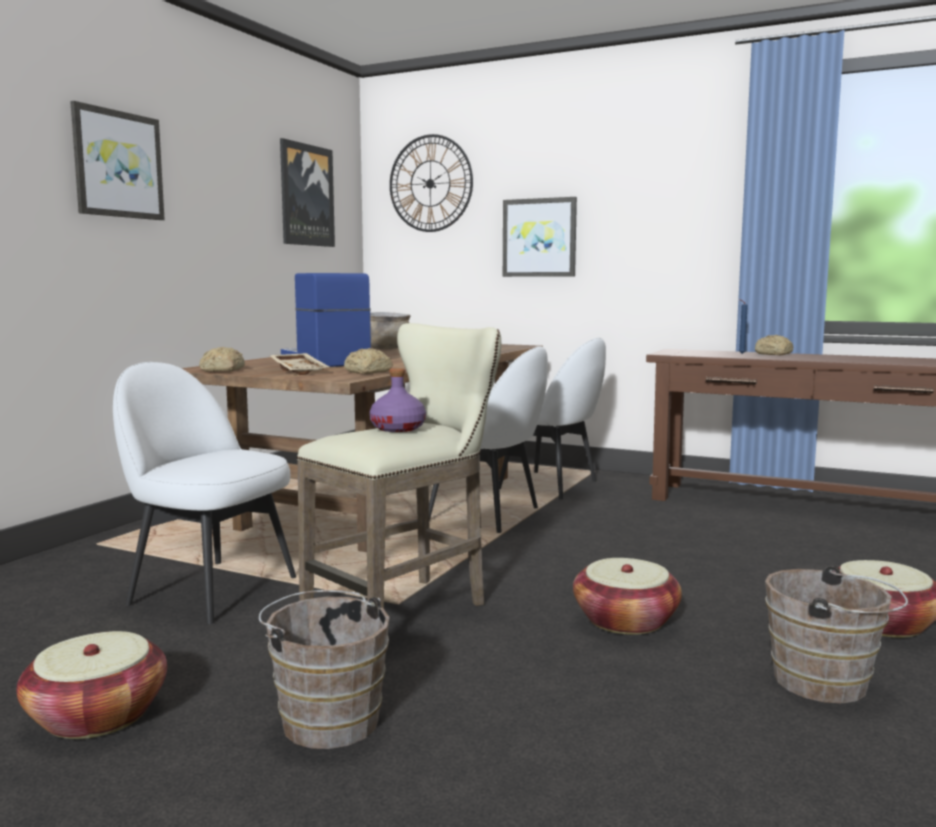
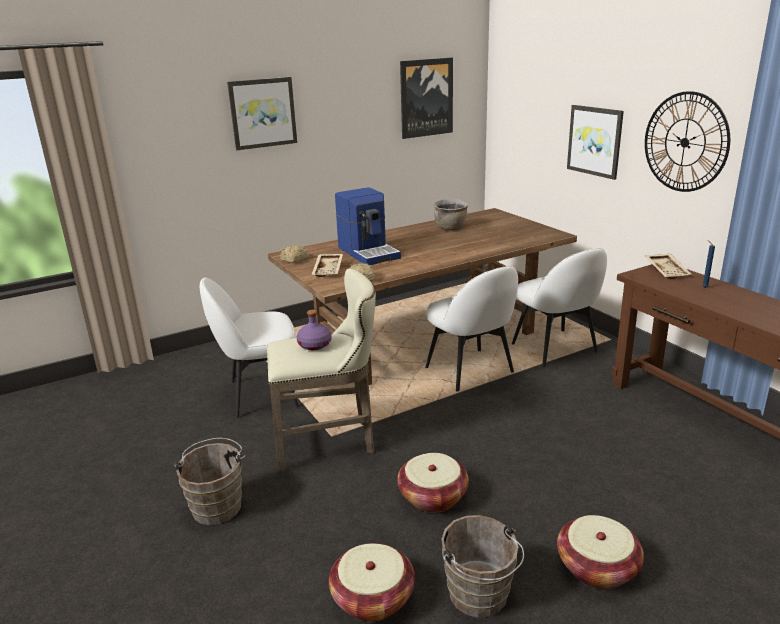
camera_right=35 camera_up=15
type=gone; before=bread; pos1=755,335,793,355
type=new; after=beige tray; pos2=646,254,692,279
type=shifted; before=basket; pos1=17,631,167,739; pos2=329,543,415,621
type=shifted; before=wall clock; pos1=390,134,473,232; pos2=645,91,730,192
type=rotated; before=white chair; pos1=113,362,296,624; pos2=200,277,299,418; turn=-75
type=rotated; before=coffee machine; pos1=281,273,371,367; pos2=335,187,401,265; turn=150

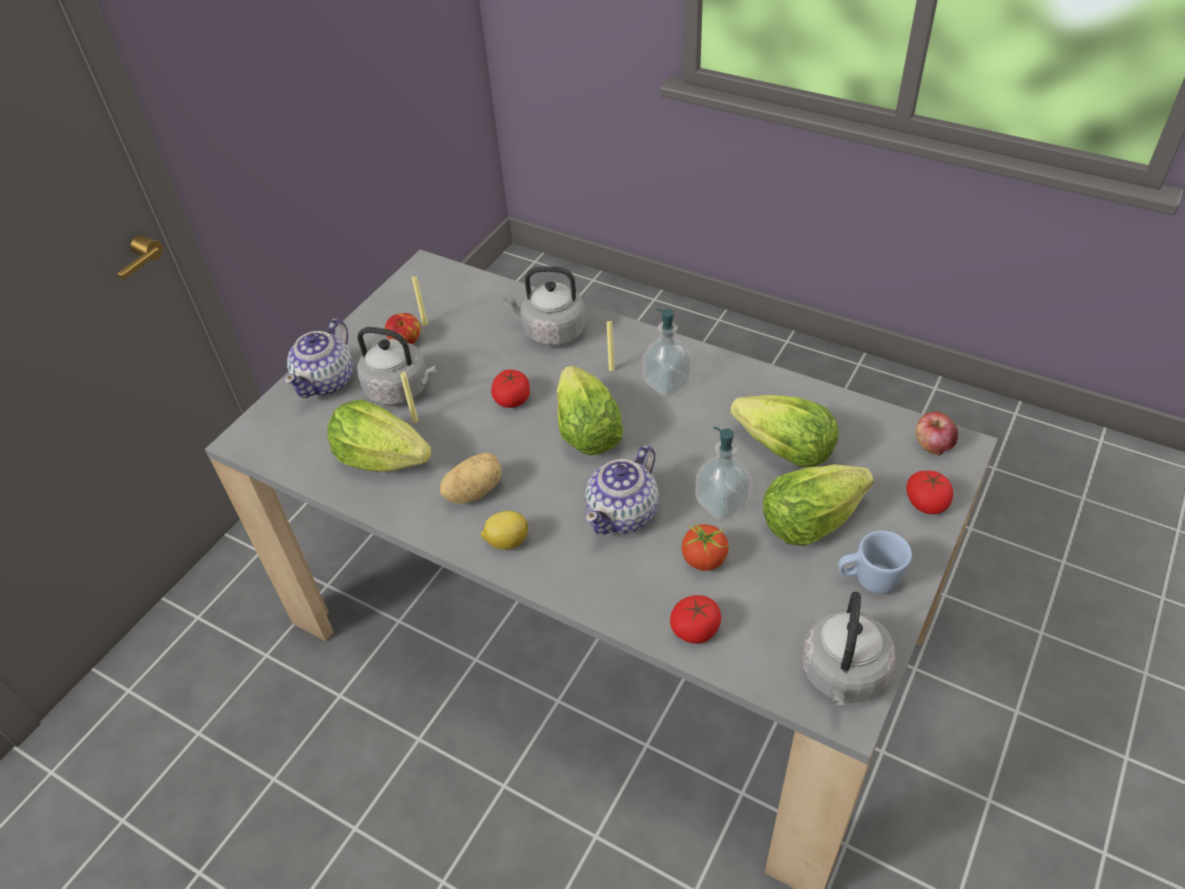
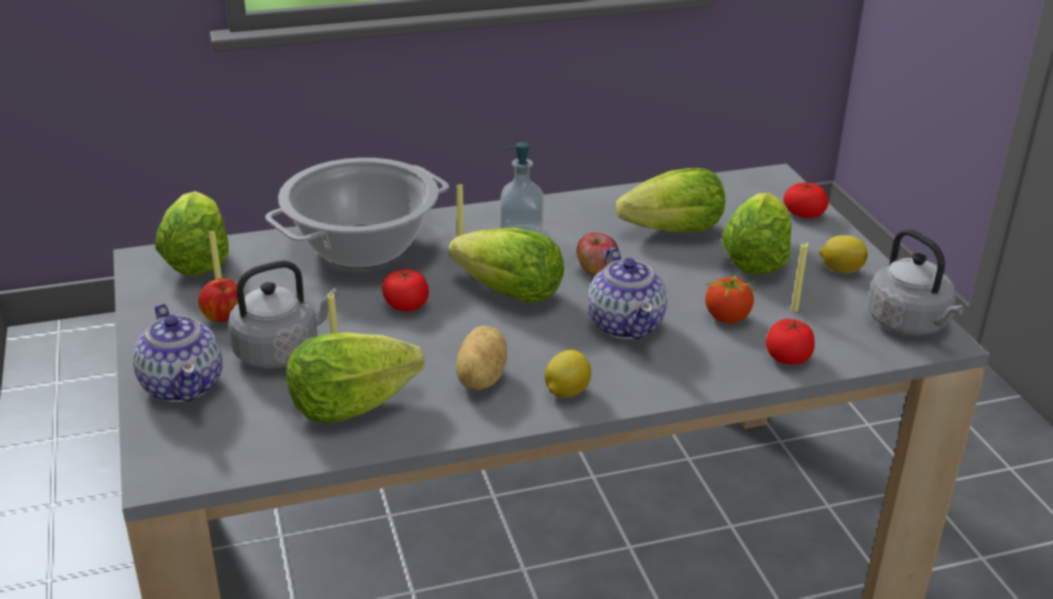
camera_right=-50 camera_up=-15
type=gone; before=soap dispenser; pos1=695,427,752,520
type=new; after=lettuce; pos2=155,191,229,276
type=new; after=yellow candle; pos2=791,243,808,312
type=shifted; before=apple; pos1=916,412,958,456; pos2=577,233,619,275
type=swapped; before=grey kettle; after=cooking pot; pos1=502,266,585,346; pos2=265,158,449,268
type=swapped; before=blue mug; after=lemon; pos1=838,530,912,594; pos2=819,235,868,274

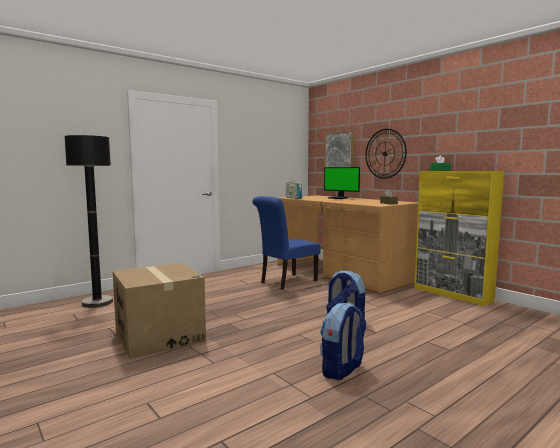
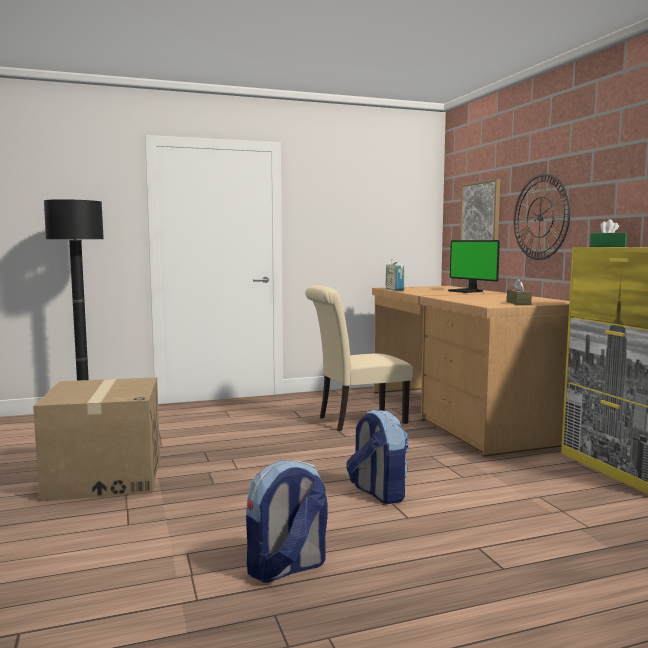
camera_right=20 camera_up=0
type=repainted; before=blue chair; after=beige chair; pos1=252,196,321,289; pos2=305,285,413,431

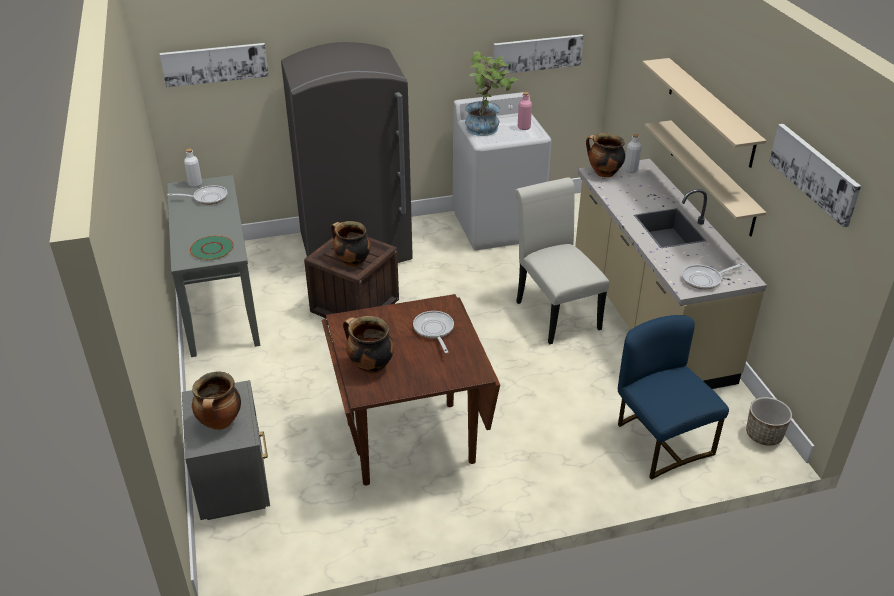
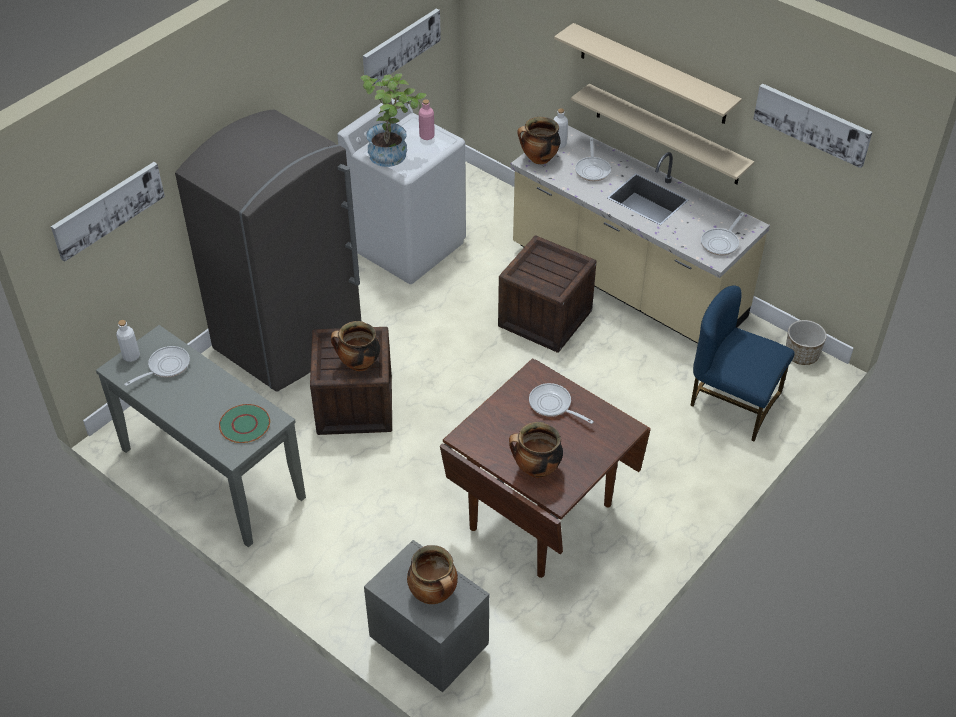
camera_right=-35 camera_up=10
type=new; after=frying pan; pos2=575,138,611,182
type=swapped; before=white chair; after=crate; pos1=515,177,609,344; pos2=498,235,597,353

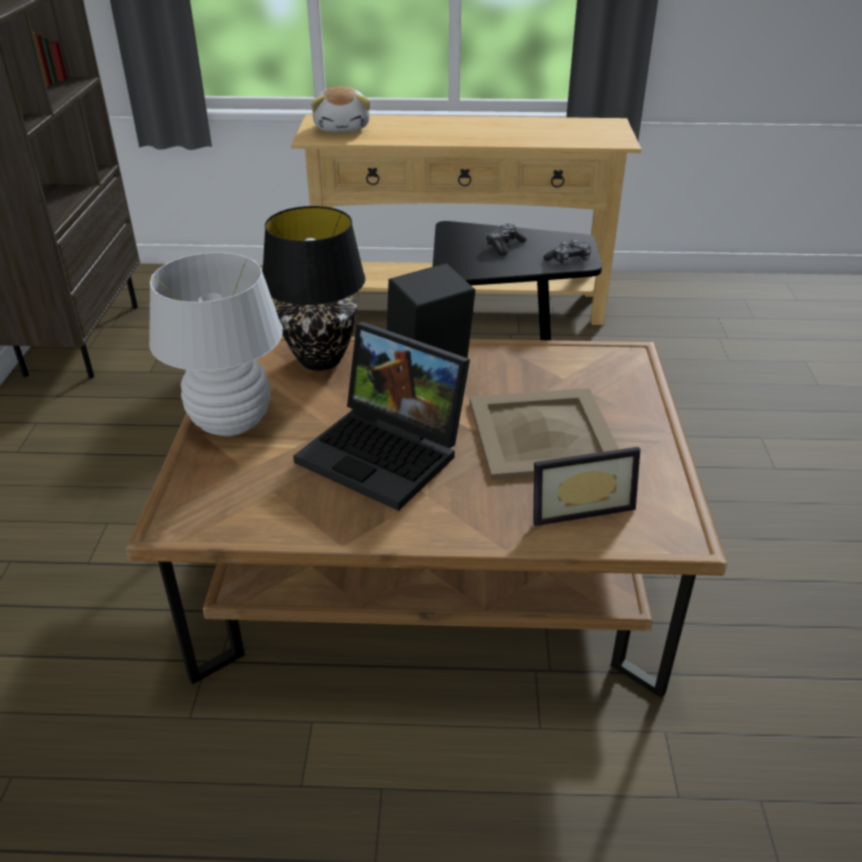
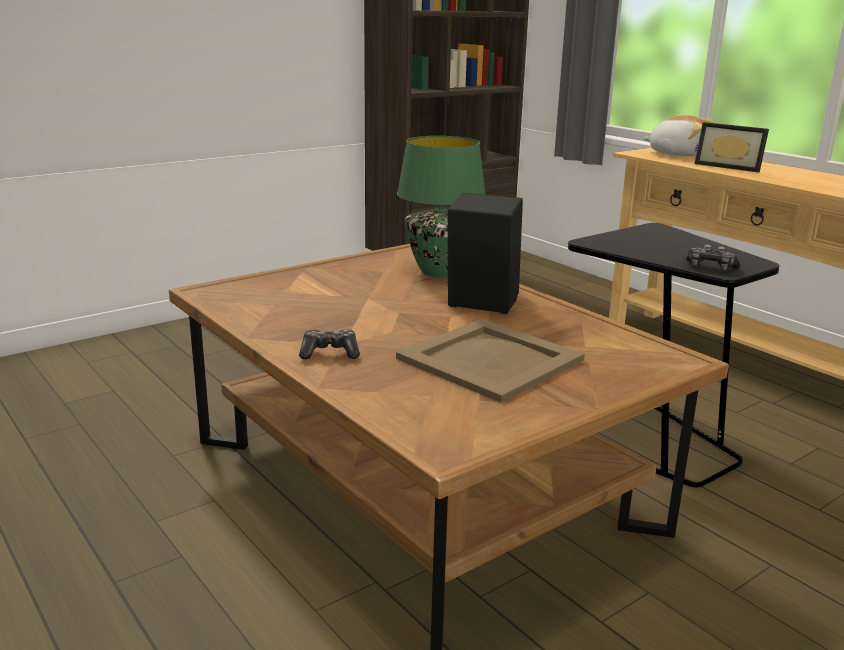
camera_right=50 camera_up=-15
type=gone; before=white table lamp; pos1=149,252,283,436
type=gone; before=laptop; pos1=293,322,470,511
type=shifted; before=game controller; pos1=486,224,527,256; pos2=299,330,360,359
type=shifted; before=picture frame; pos1=533,447,640,526; pos2=694,122,769,173
type=repainted; before=black table lamp; after=green table lamp; pos1=263,206,365,371; pos2=397,136,486,277
type=rotated; before=plush toy; pos1=311,86,370,132; pos2=643,115,714,156; turn=-105

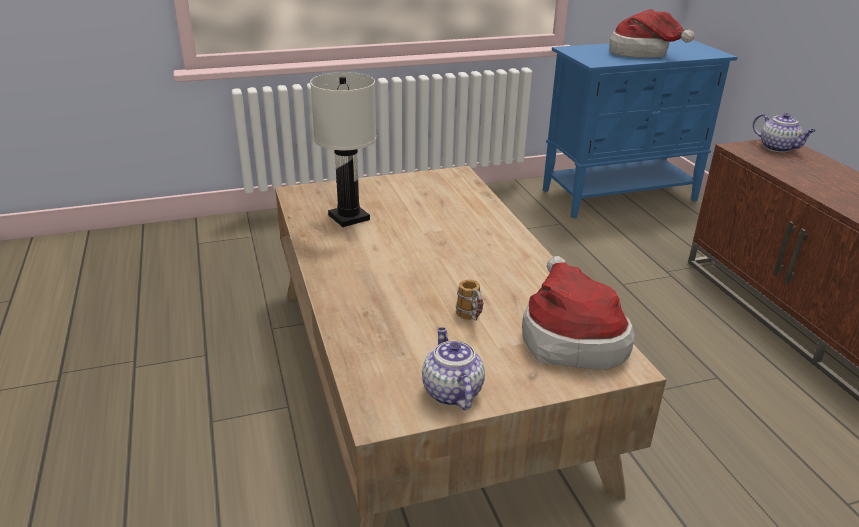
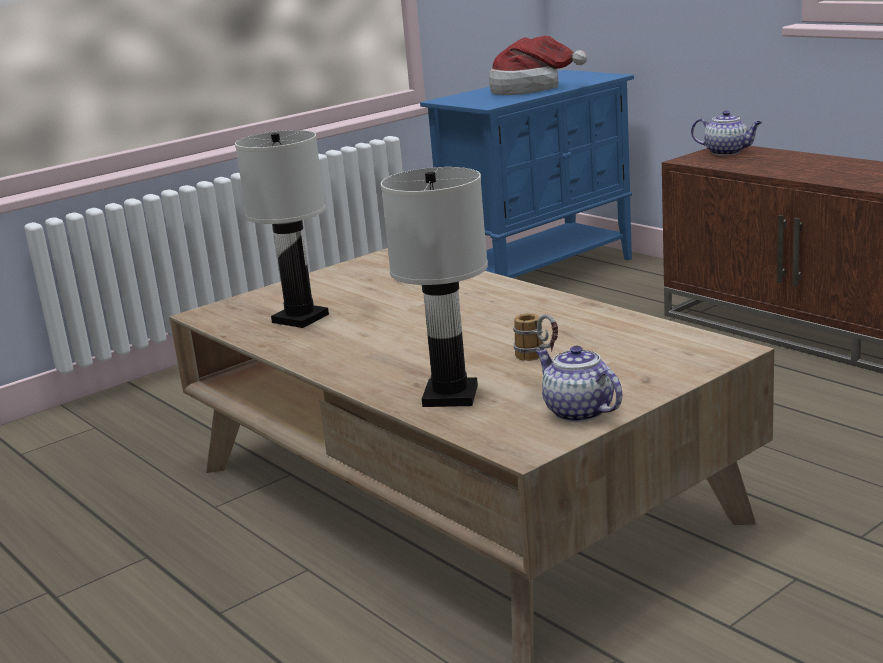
camera_right=-20 camera_up=-10
type=gone; before=hat; pos1=522,256,635,369
type=new; after=white table lamp; pos2=381,167,488,407

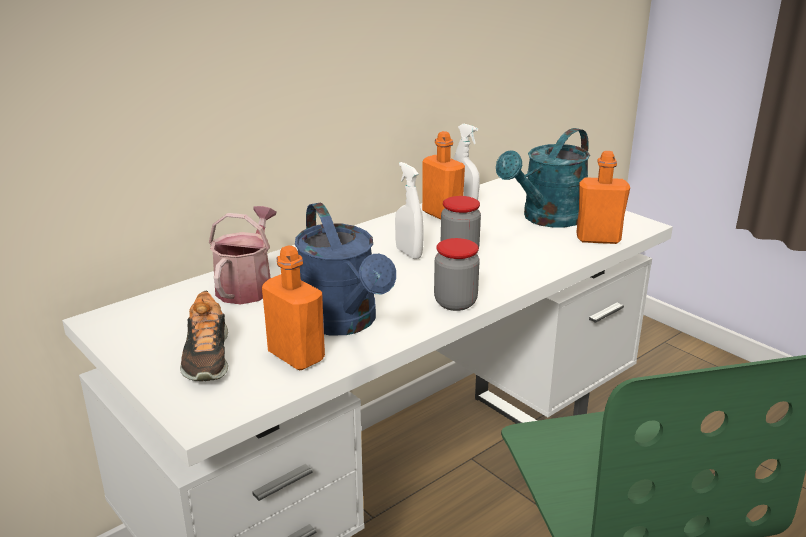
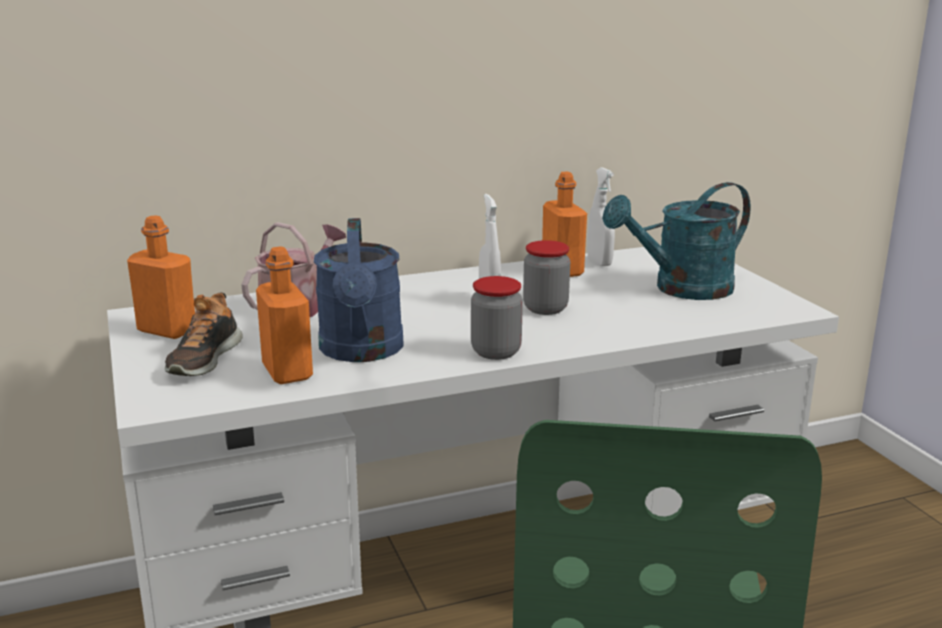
camera_right=20 camera_up=-5
type=shifted; before=orange bottle; pos1=576,151,630,244; pos2=127,216,195,339

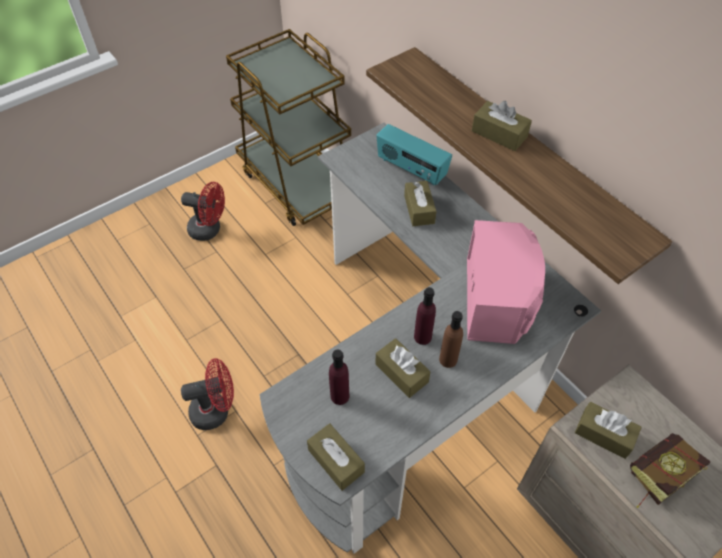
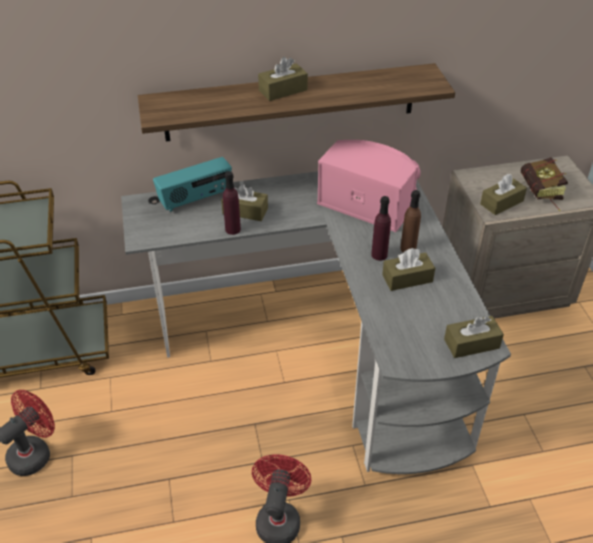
camera_right=-65 camera_up=-10
type=shifted; before=purple bottle; pos1=329,349,349,405; pos2=223,171,241,235

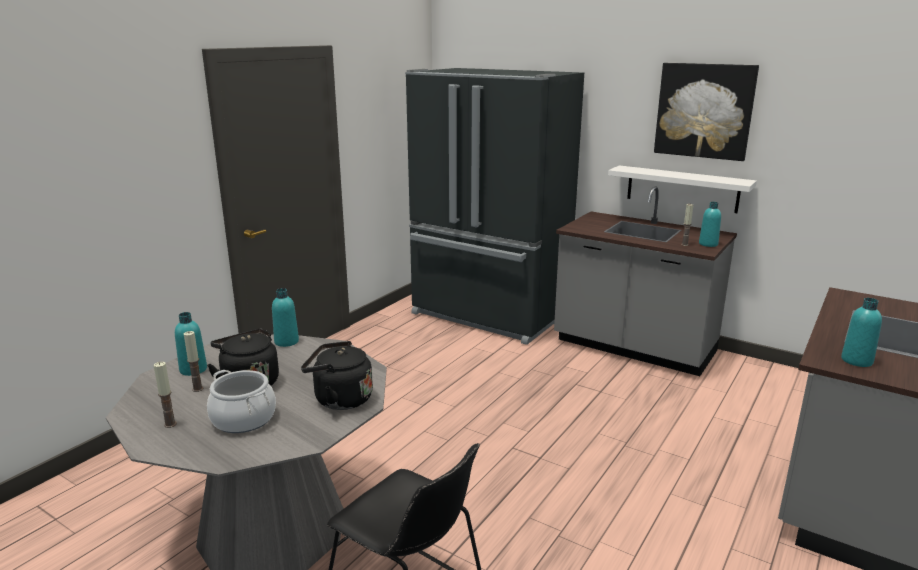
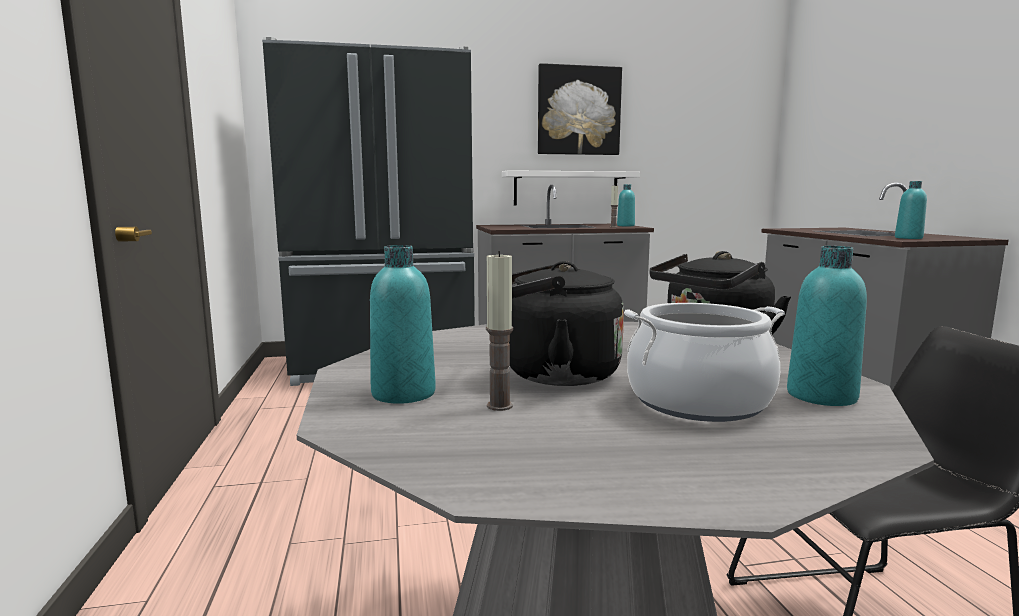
camera_right=-45 camera_up=-10
type=gone; before=candle; pos1=154,362,177,428
type=shifted; before=turquoise bottle; pos1=272,288,299,347; pos2=787,246,867,406

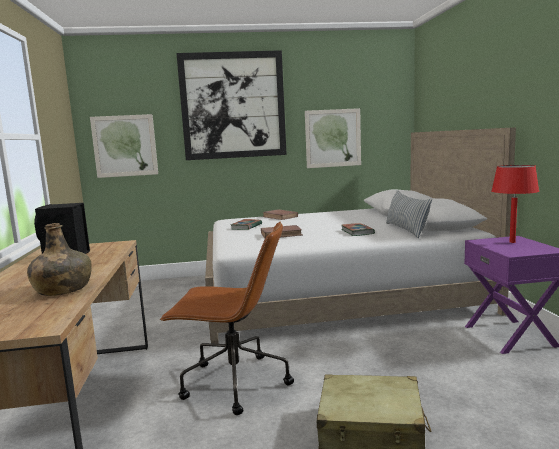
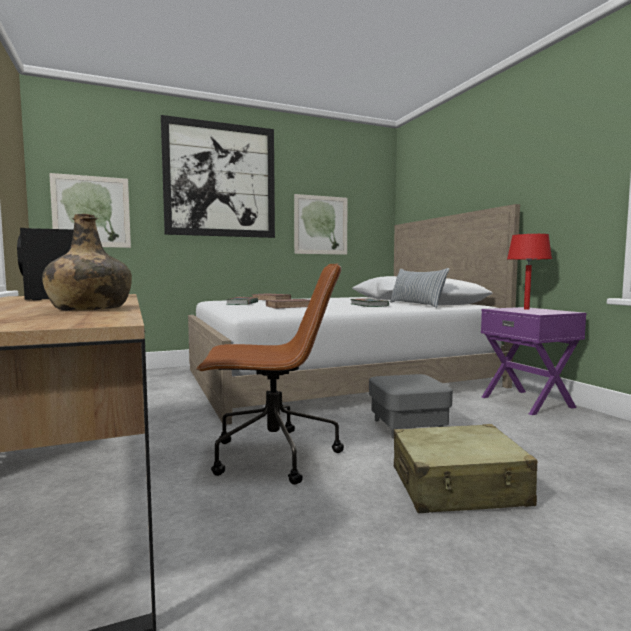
camera_right=-15 camera_up=-5
type=new; after=grey ottoman; pos2=369,374,453,438

